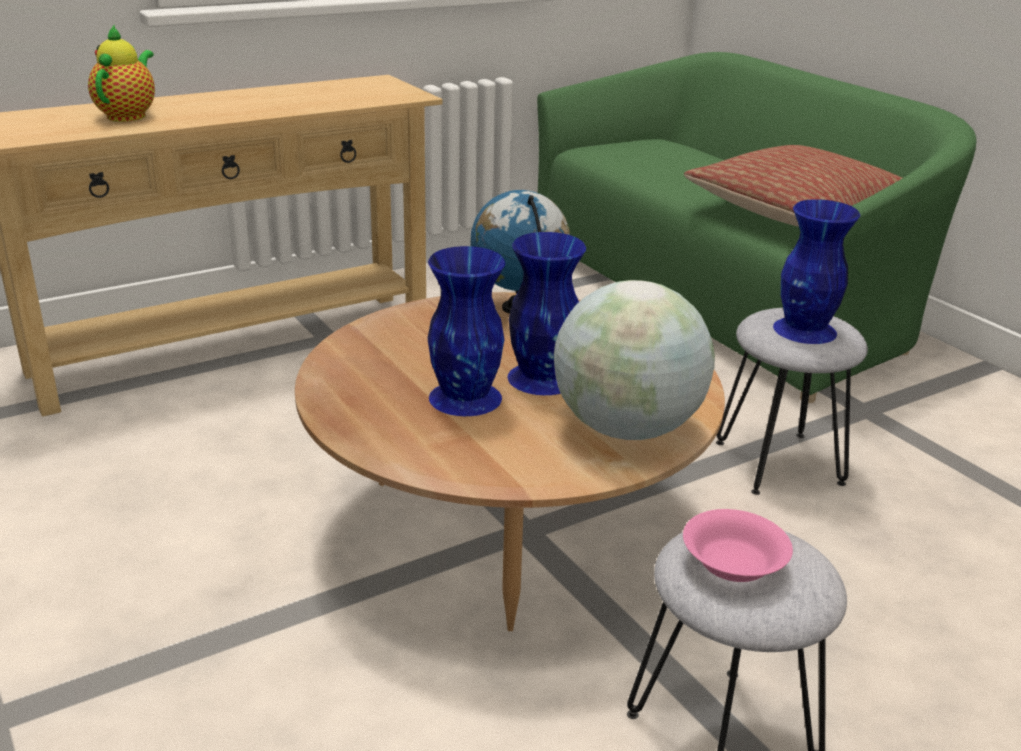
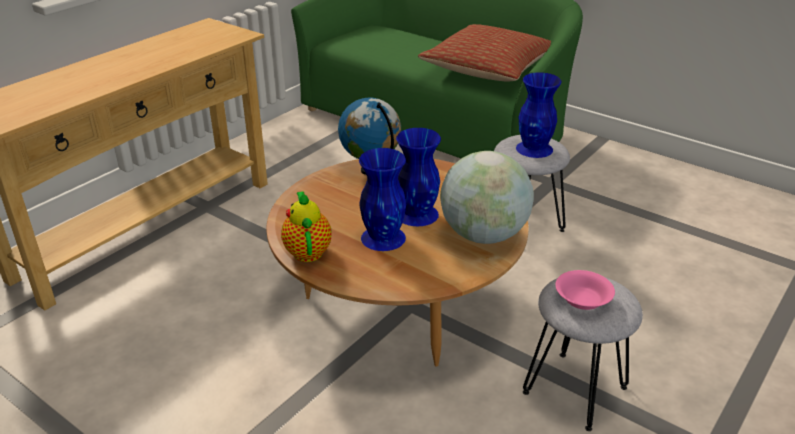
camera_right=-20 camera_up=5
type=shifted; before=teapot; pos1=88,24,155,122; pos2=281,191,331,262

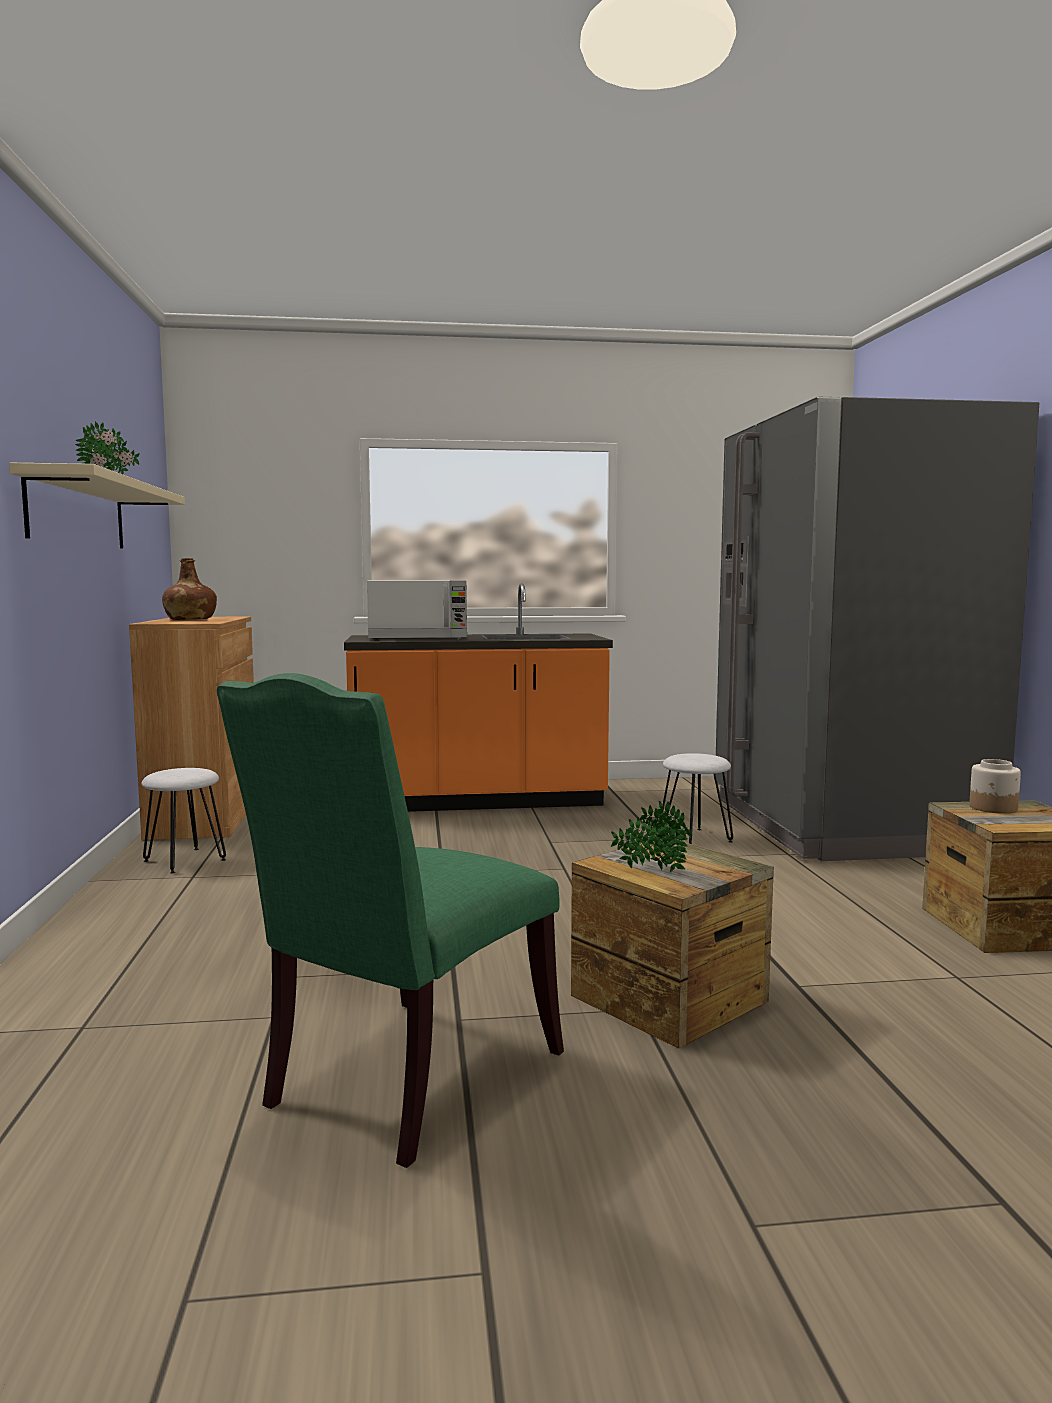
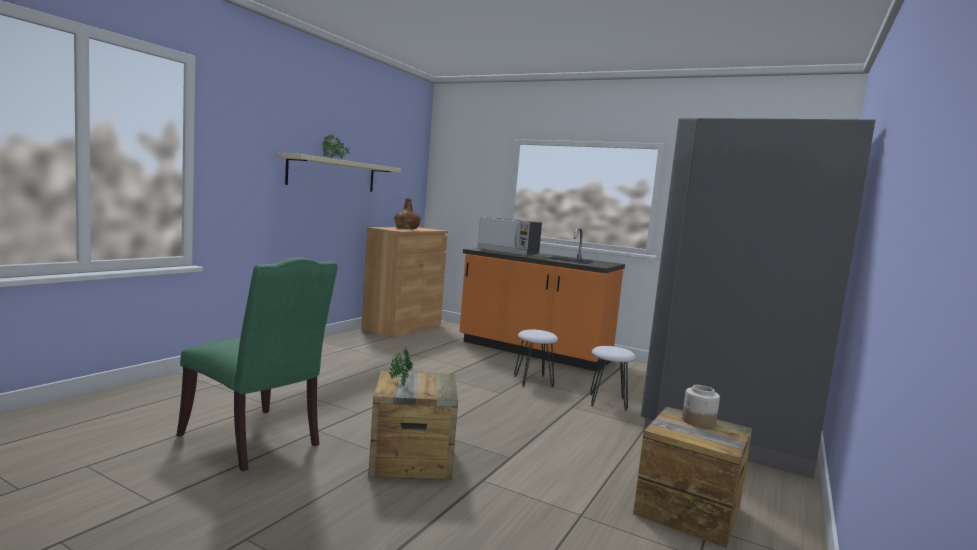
camera_right=35 camera_up=0
type=shifted; before=white stool; pos1=141,768,226,874; pos2=514,330,558,387
type=rotated; before=green chair; pos1=217,673,564,1168; pos2=177,258,338,471; turn=-120

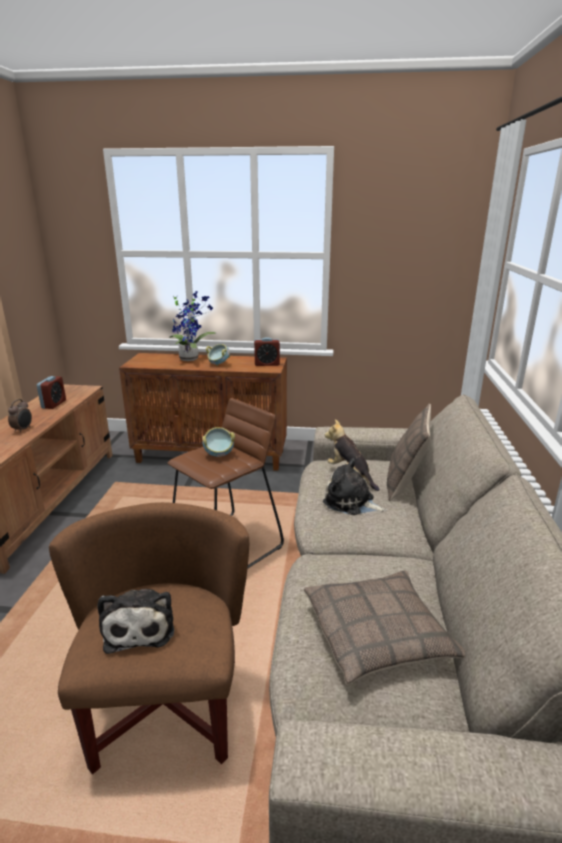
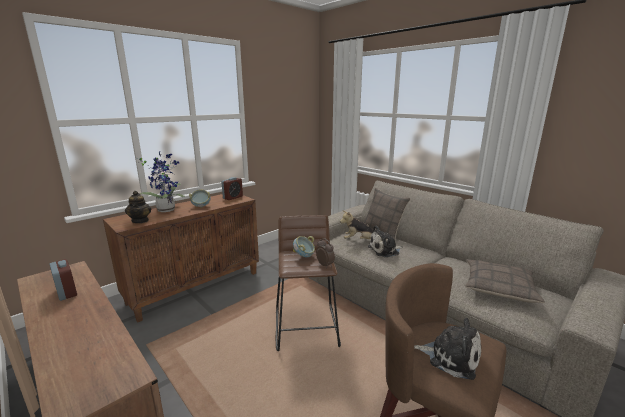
camera_right=-50 camera_up=-5
type=new; after=teapot; pos2=125,191,151,223
type=shifted; before=alarm clock; pos1=8,399,32,433; pos2=316,238,335,268

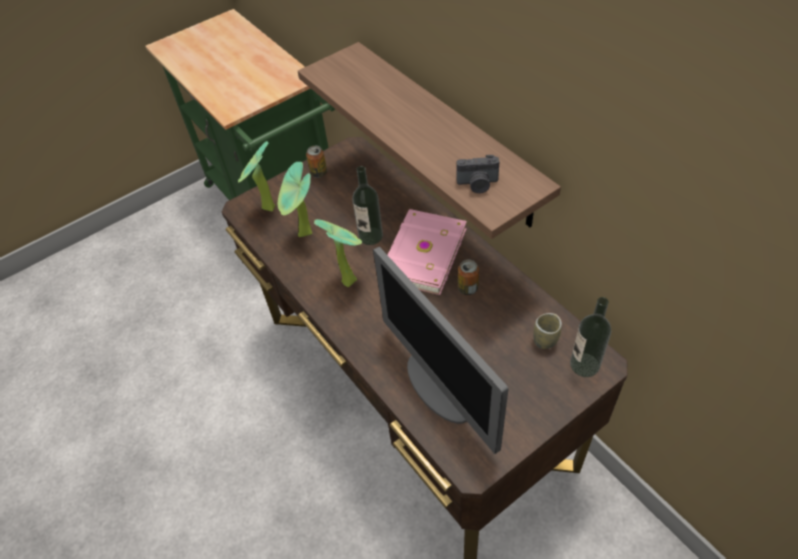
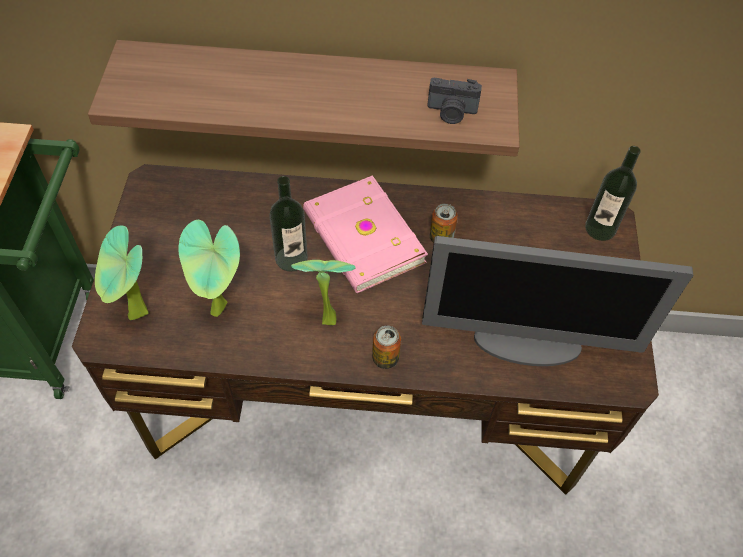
camera_right=-55 camera_up=5
type=gone; before=cup; pos1=533,313,562,349
type=shifted; before=can; pos1=306,146,327,178; pos2=372,326,401,369
type=rotated; before=photo camera; pos1=456,155,499,193; pos2=427,78,482,124; turn=60

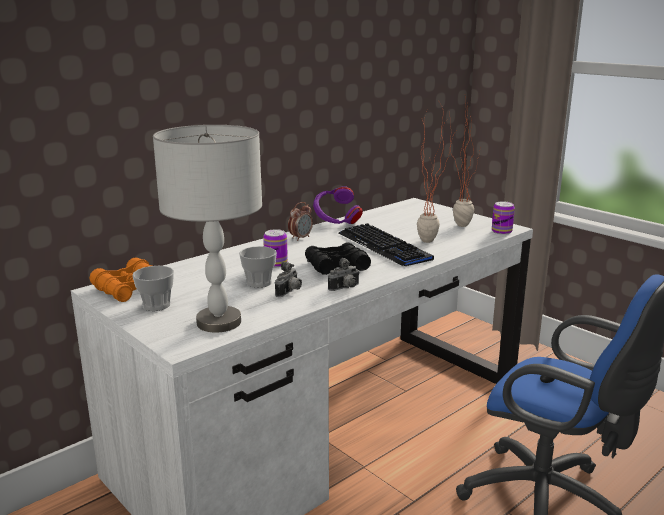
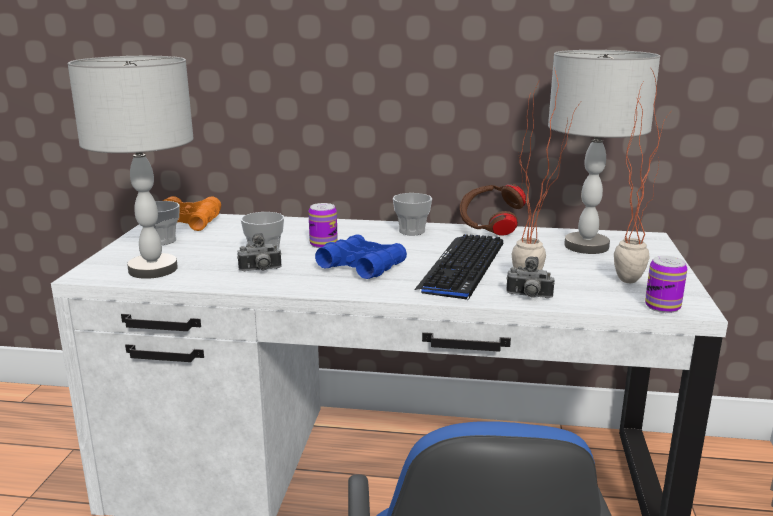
camera_right=50 camera_up=0
type=new; after=grey table lamp; pos2=548,50,660,254
type=shifted; before=photo camera; pos1=328,258,360,291; pos2=506,256,554,298
type=swapped; before=alarm clock; after=cup; pos1=288,202,313,241; pos2=393,193,432,235
type=repainted; before=black binoculars; after=blue binoculars; pos1=305,242,371,275; pos2=315,234,407,279
type=repainted; before=purple headphones; after=brown headphones; pos1=313,186,363,224; pos2=460,184,526,236

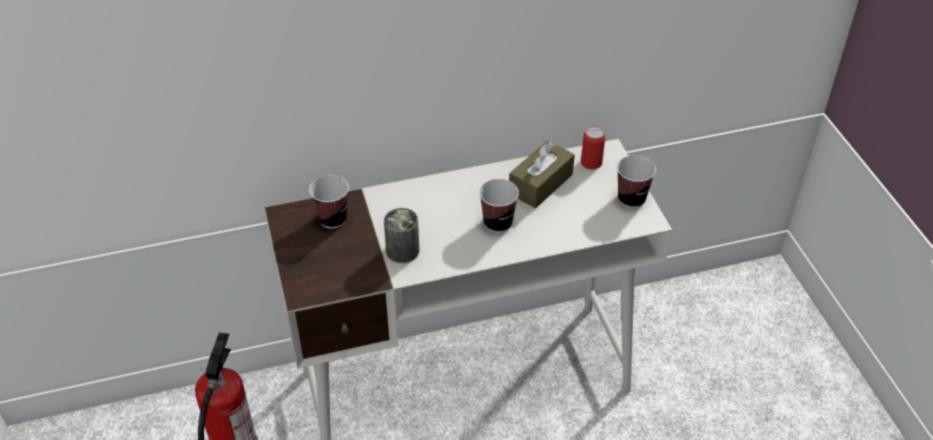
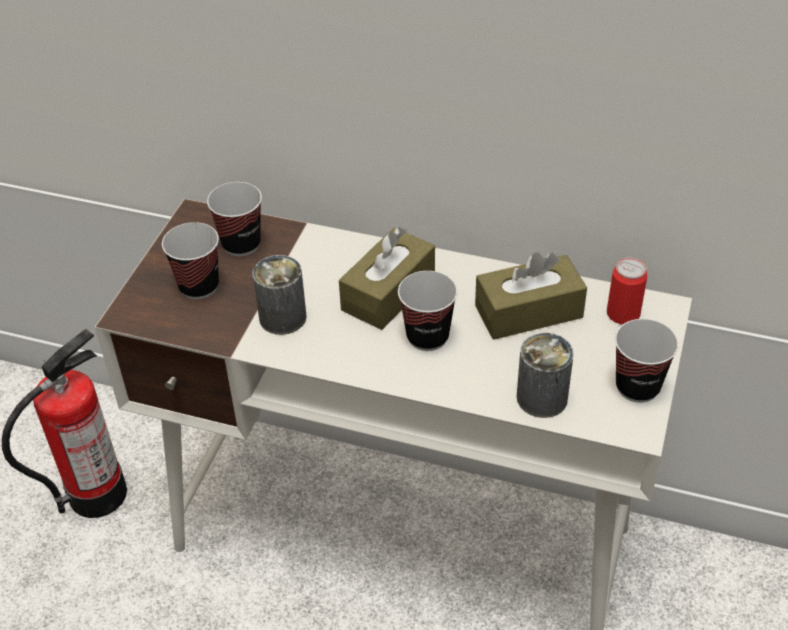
camera_right=35 camera_up=0
type=new; after=cup; pos2=162,222,219,299
type=new; after=brown tissue box; pos2=339,227,435,330
type=new; after=can; pos2=517,333,574,418

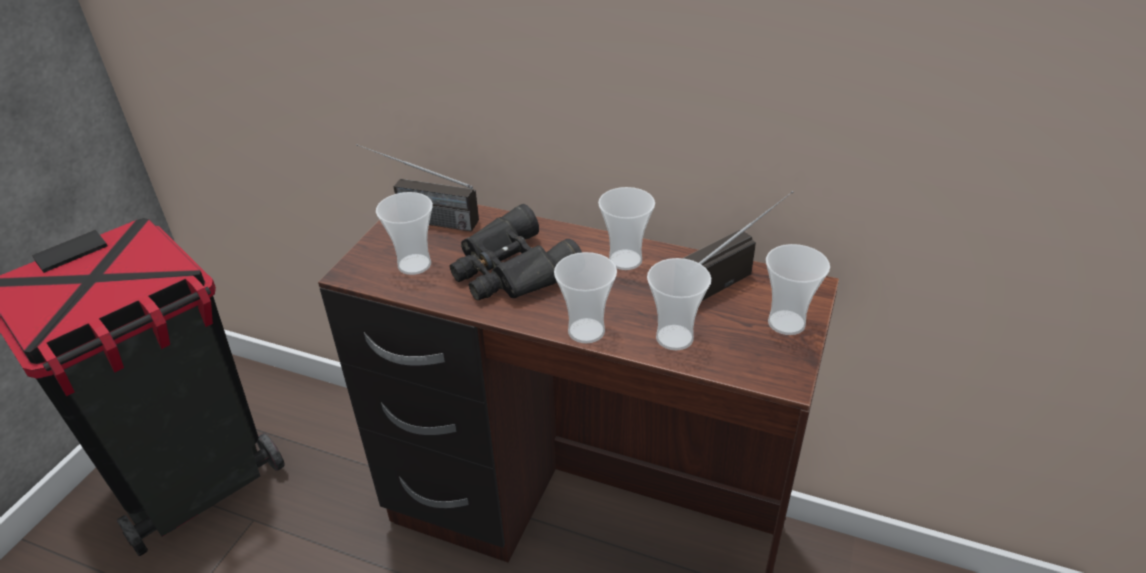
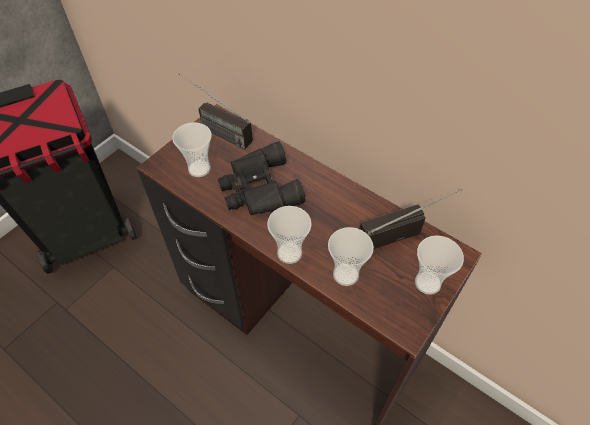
camera_right=15 camera_up=15
type=gone; before=cup; pos1=598,187,655,270

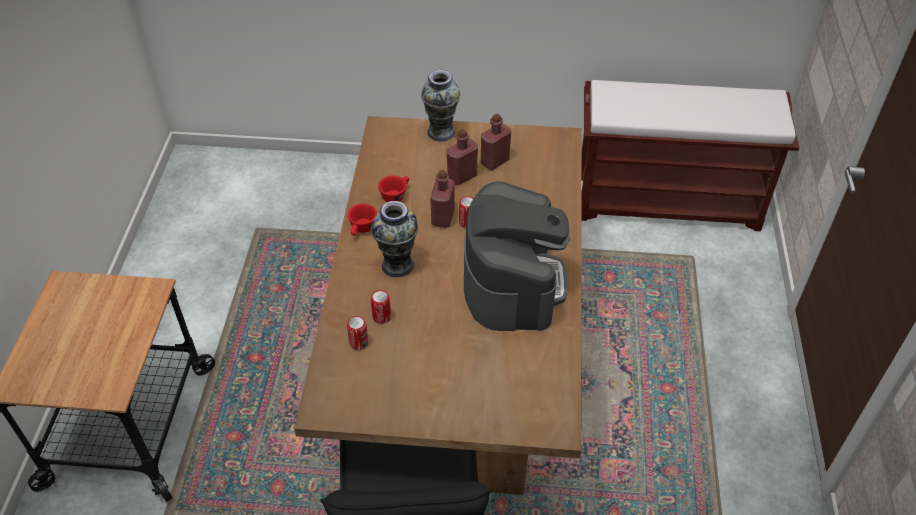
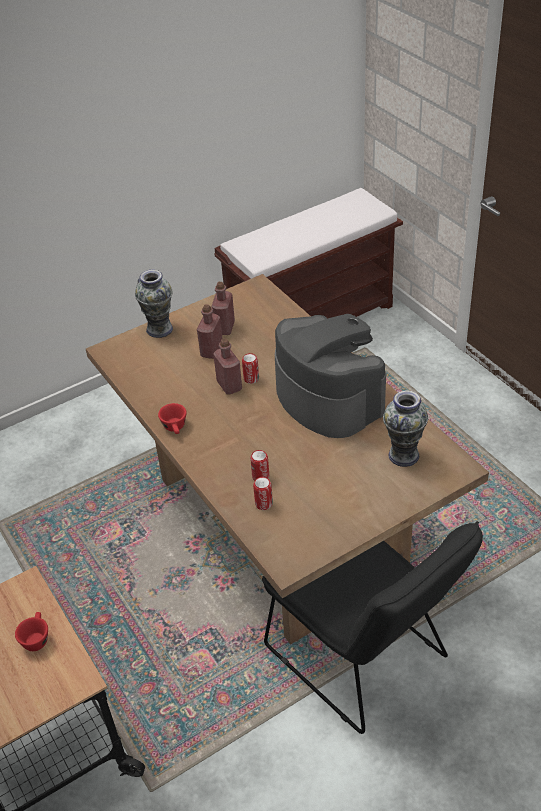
camera_right=-35 camera_up=-5
type=shifted; before=vase; pos1=371,201,418,277; pos2=383,391,428,467
type=shifted; before=red cup; pos1=378,175,409,202; pos2=15,612,48,651

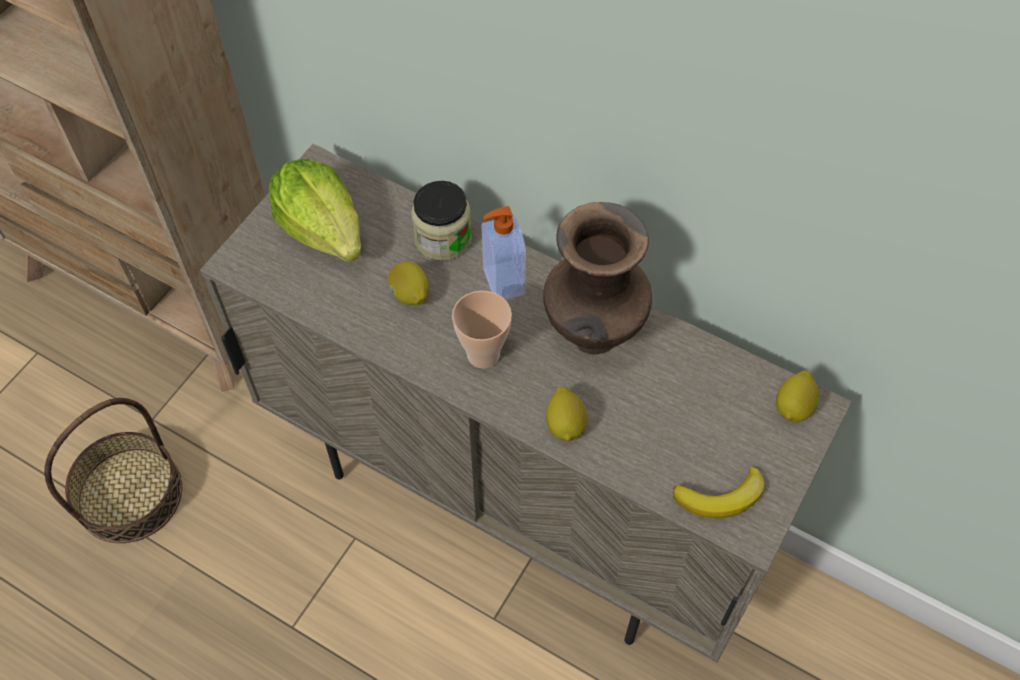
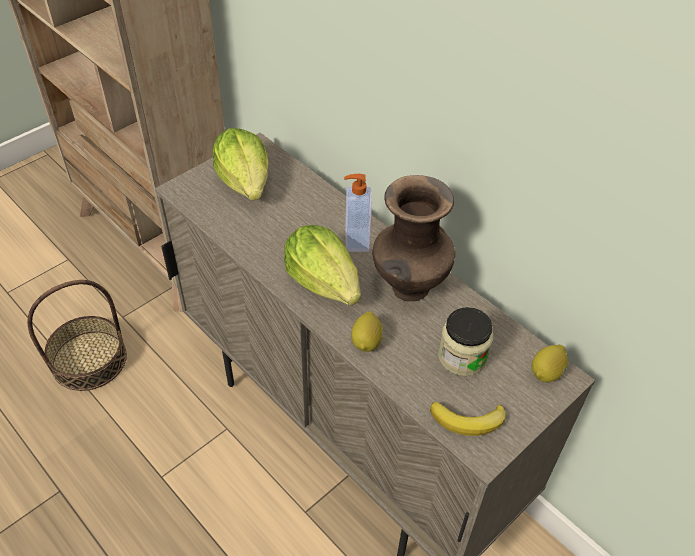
camera_right=15 camera_up=-10
type=gone; before=lemon; pos1=388,261,429,305
type=shifted; before=jar; pos1=411,181,472,261; pos2=438,307,493,376
type=swapped; before=cup; after=lettuce; pos1=452,291,512,369; pos2=284,225,360,306

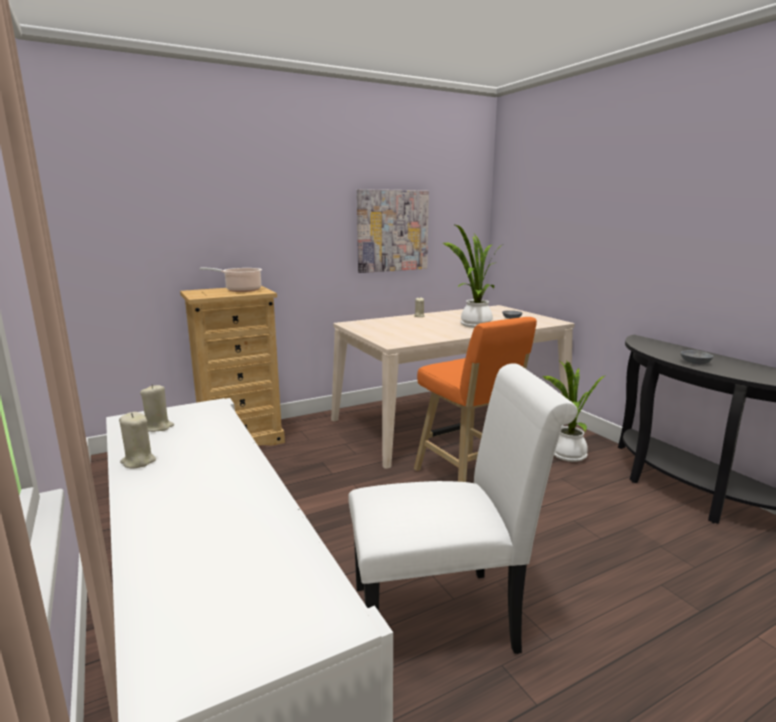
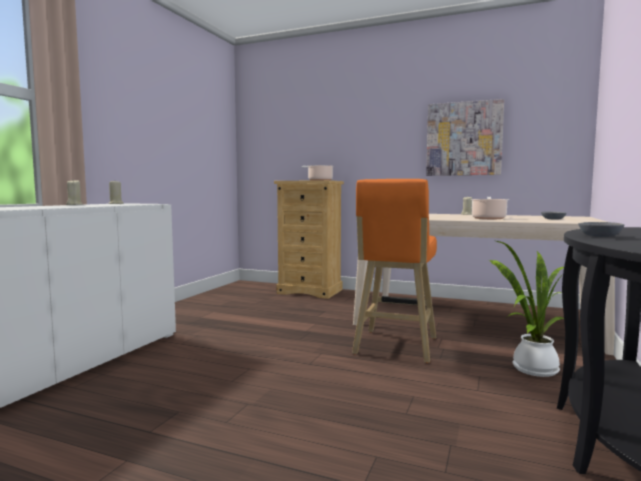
camera_right=50 camera_up=-10
type=gone; before=white chair; pos1=348,363,578,654
type=swapped; before=potted plant; after=cooking pot; pos1=443,224,502,328; pos2=470,197,509,219

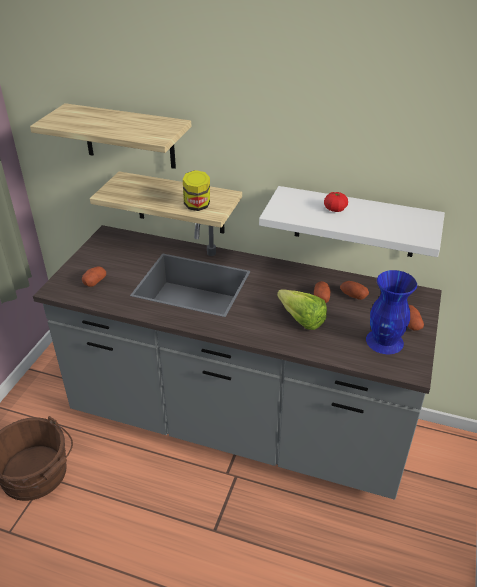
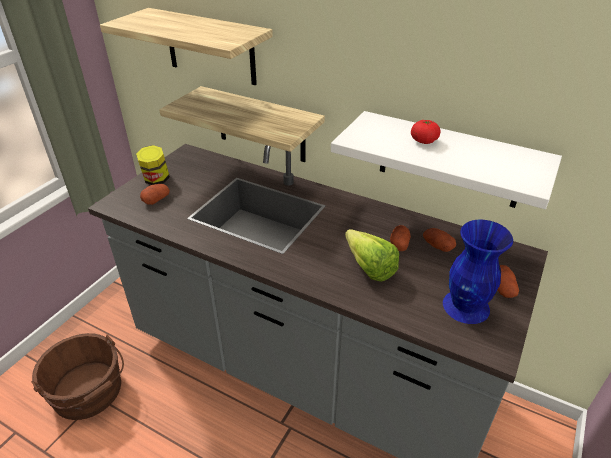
camera_right=10 camera_up=0
type=shifted; before=jar; pos1=183,170,210,211; pos2=136,145,170,185

